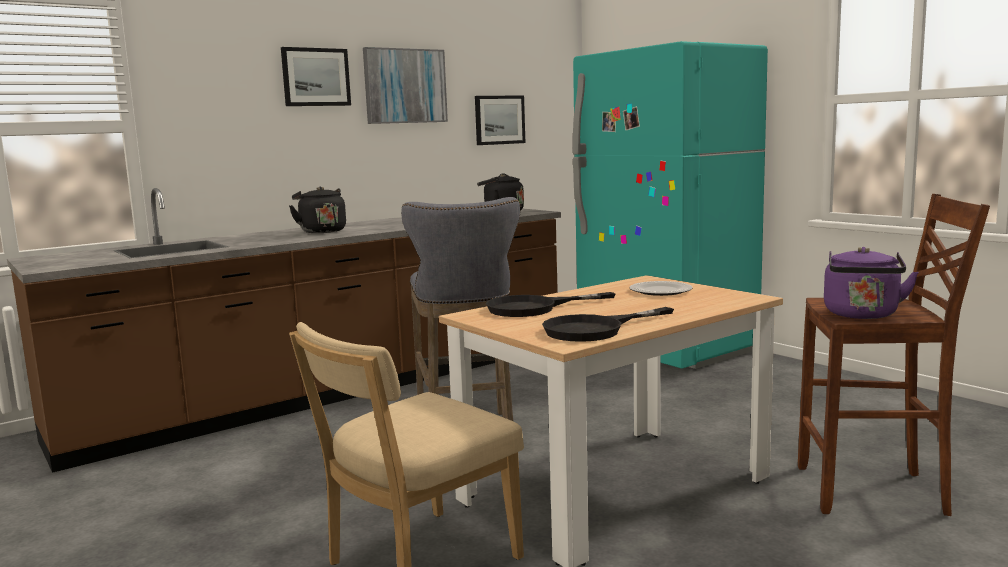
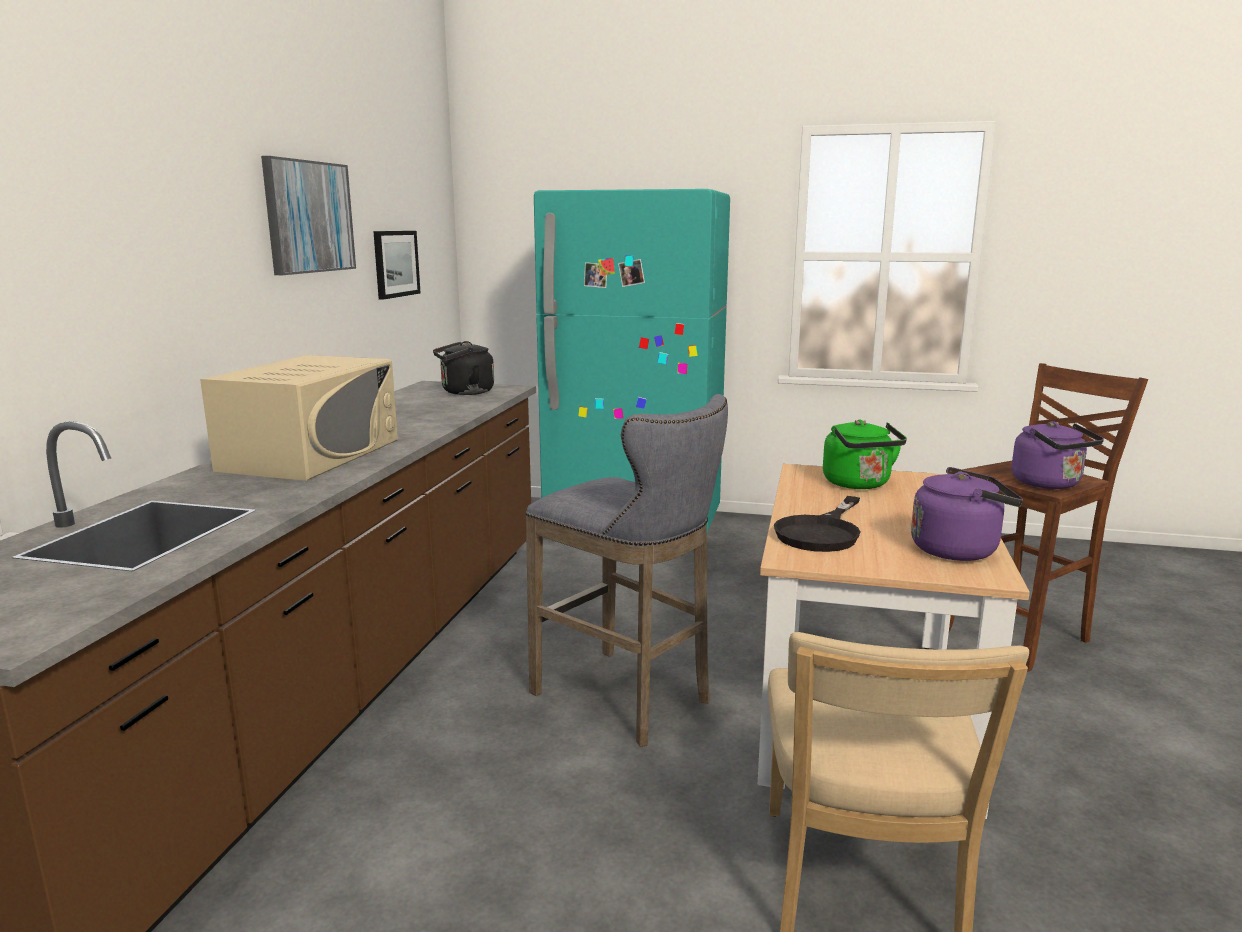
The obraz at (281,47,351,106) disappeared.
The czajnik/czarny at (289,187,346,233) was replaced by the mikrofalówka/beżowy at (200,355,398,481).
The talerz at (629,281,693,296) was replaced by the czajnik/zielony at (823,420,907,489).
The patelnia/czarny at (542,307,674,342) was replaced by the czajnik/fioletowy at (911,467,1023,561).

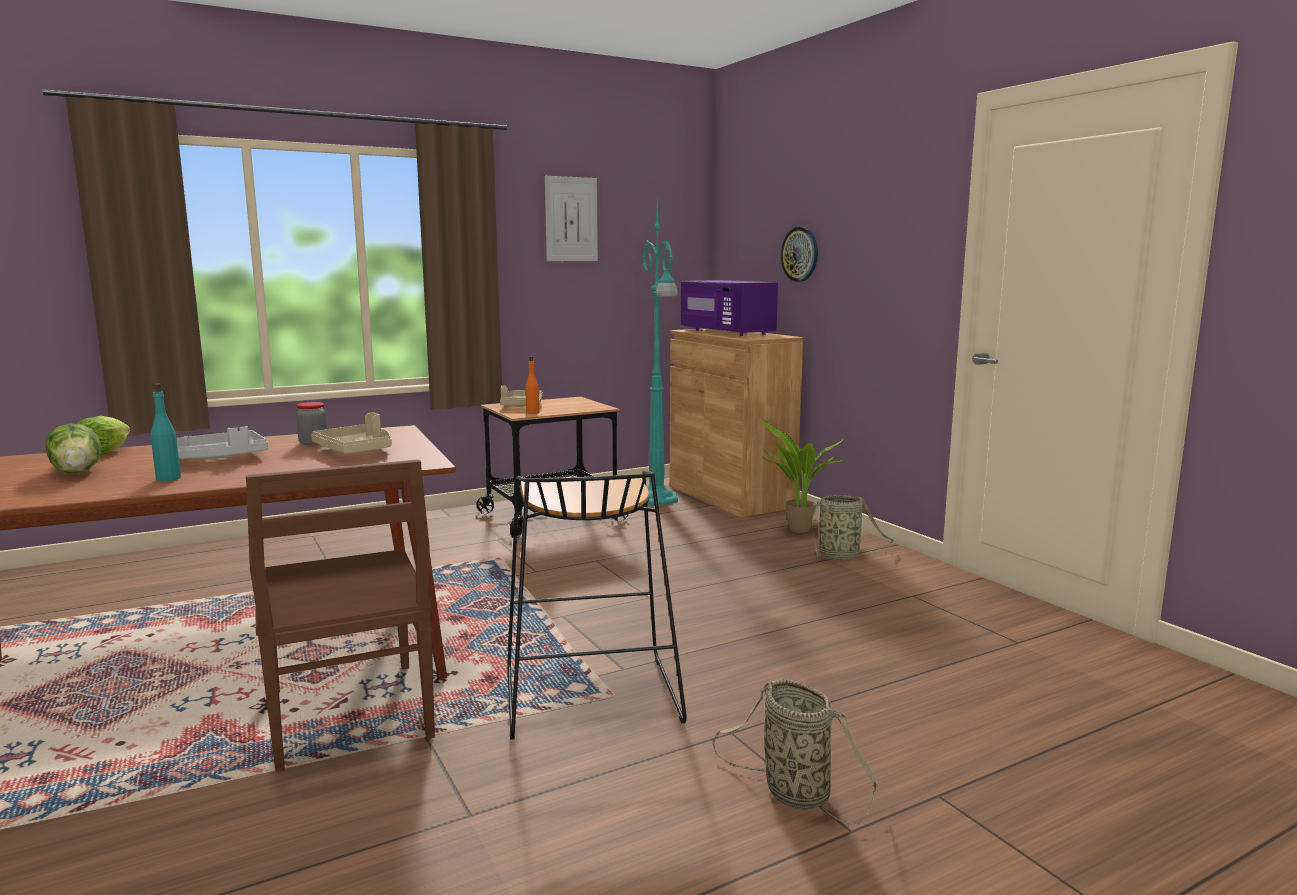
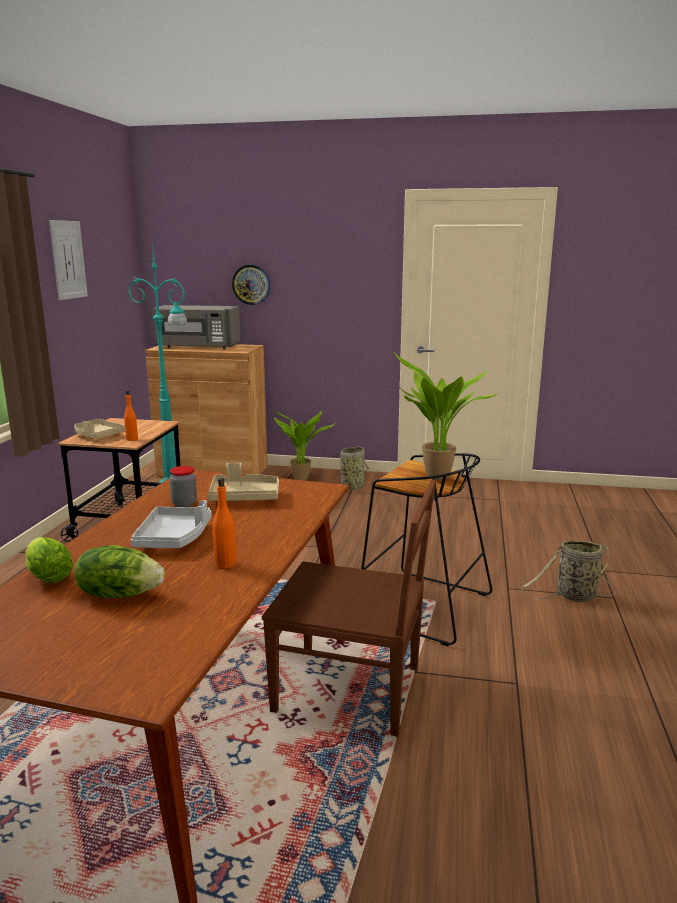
The mikrofalówka/fioletowy at (681,280,778,336) became the mikrofalówka/szary at (152,305,241,349).
The butelka/turkusowy at (151,383,181,481) became the butelka/pomarańczowy at (212,478,236,568).
The roślina doniczkowa at (394,352,501,480) appeared.

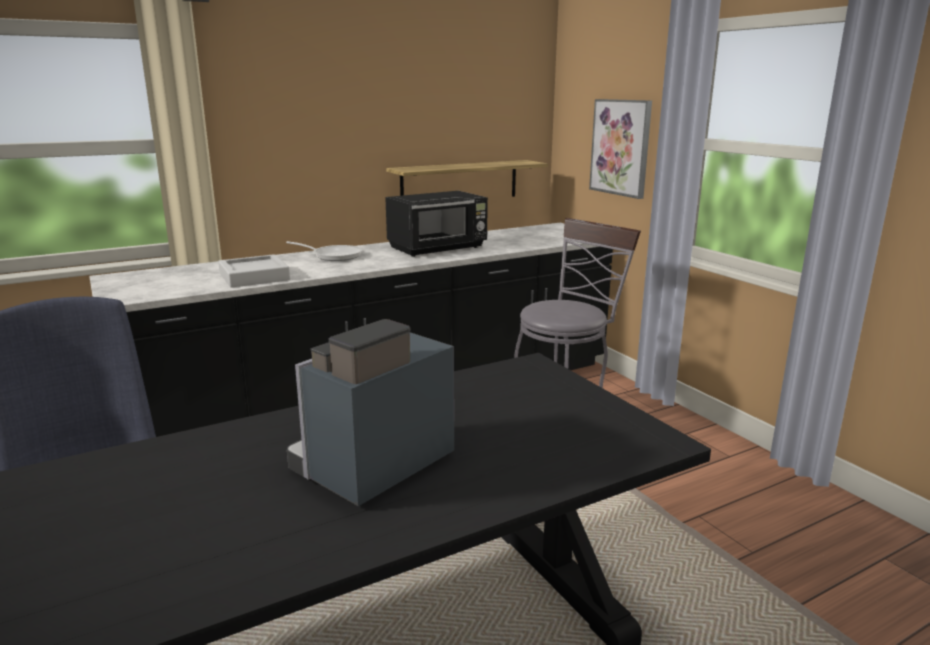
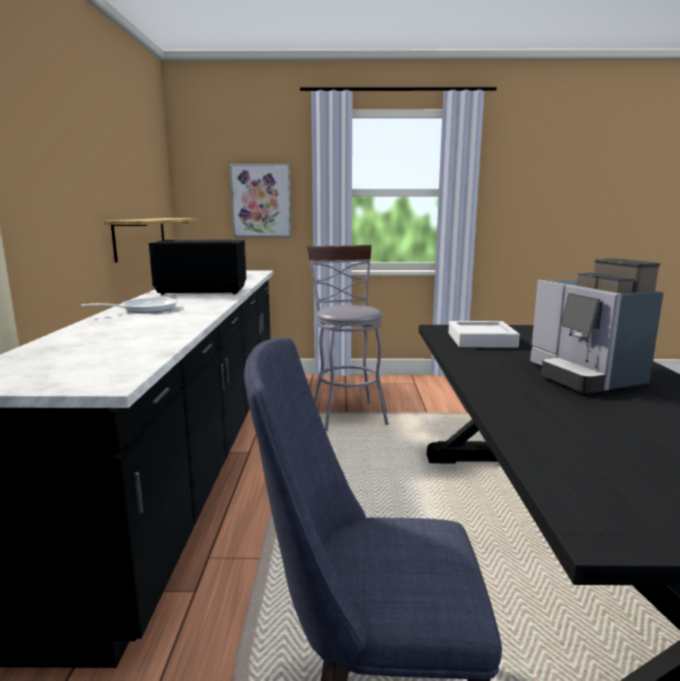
The mikrofalówka/czarny at (385,191,488,257) turned 90 degrees counterclockwise.
The taca/szary moved from (218,254,290,288) to (449,321,520,348).

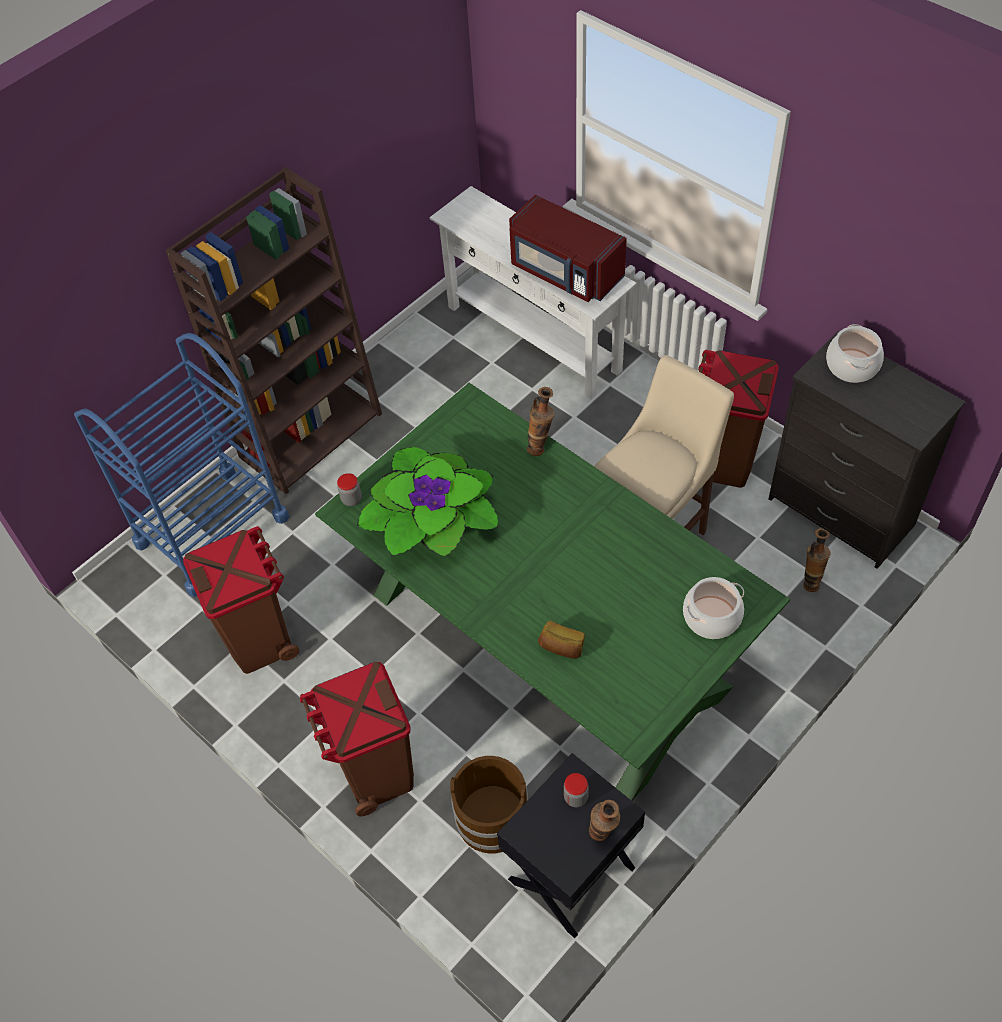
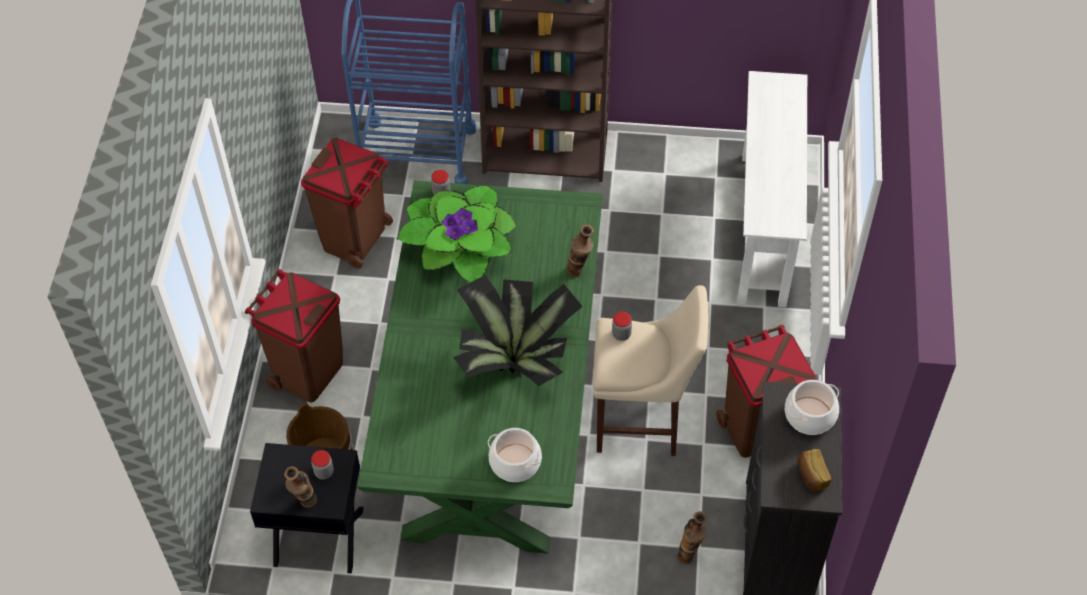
The mikrofalówka/czerwony at (509,195,627,302) disappeared.
The chleb moved from (538,621,585,659) to (798,449,832,492).
The roślina doniczkowa at (453,275,583,386) appeared.
The słoik at (612,312,632,341) appeared.

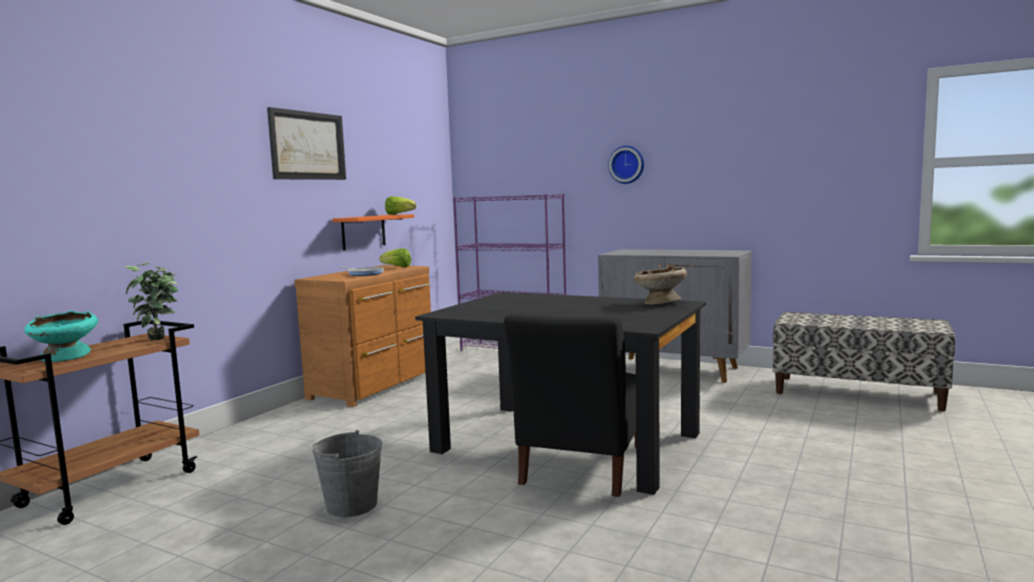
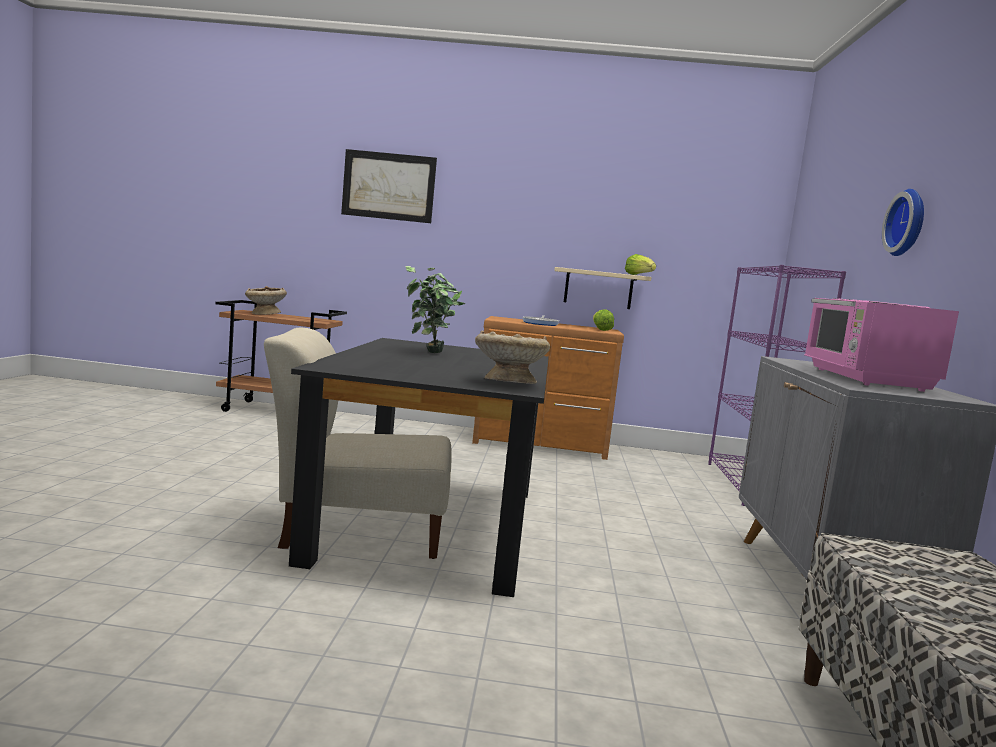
The obraz moved from (267,107,346,180) to (341,149,437,223).
The półka/pomarańczowy at (332,214,414,250) became the półka/beżowy at (554,267,652,309).
The roślina doniczkowa moved from (124,262,178,340) to (405,266,465,353).
The miska/turkusowy at (24,310,98,362) became the miska/beżowy at (245,286,287,315).
The krzesło/czarny at (504,314,636,497) became the krzesło/beżowy at (264,328,452,559).
The wiadro/szary at (313,430,382,517) disappeared.
The mikrofalówka/różowy at (804,298,959,392) appeared.

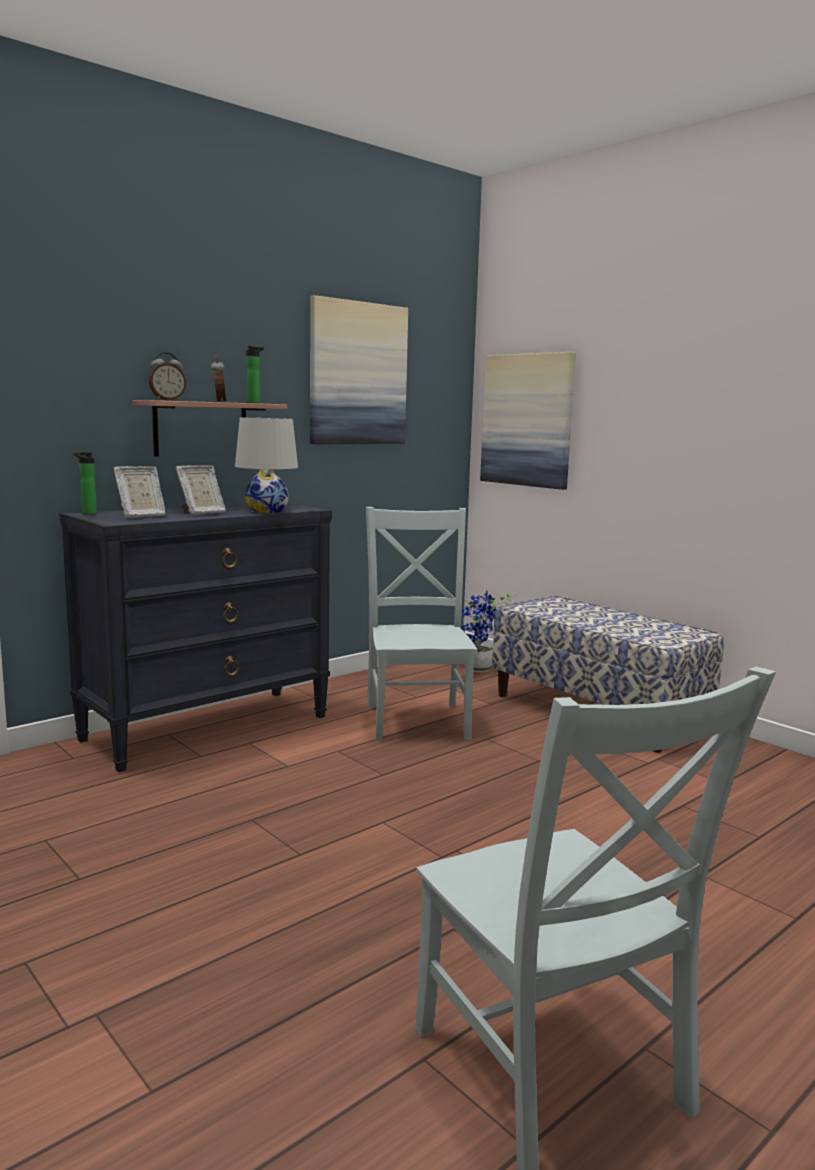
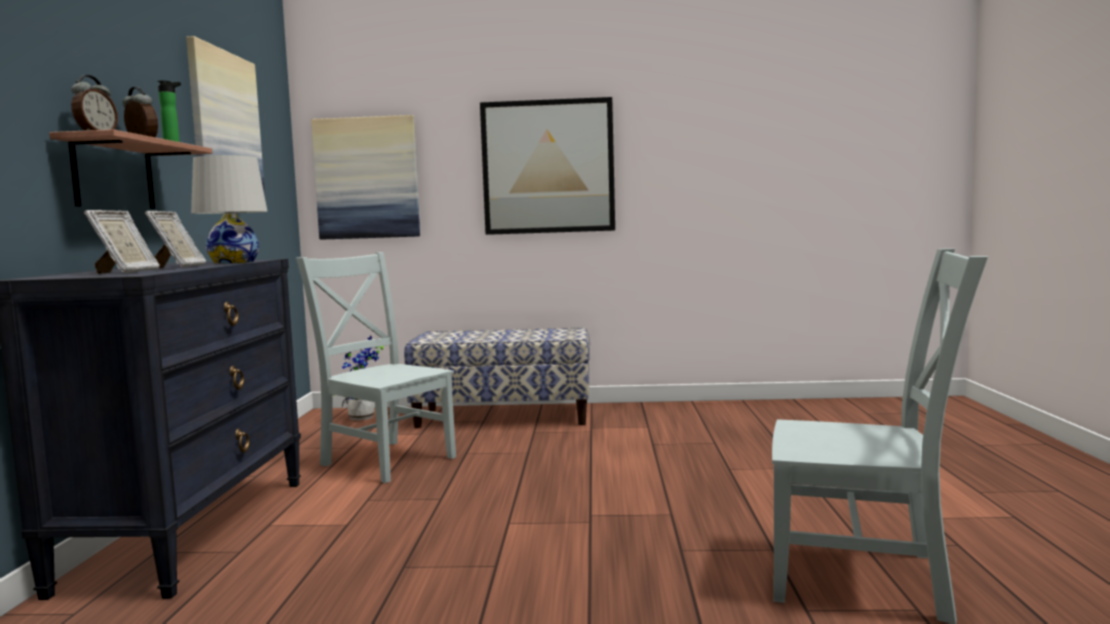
The butelka at (73,452,97,515) disappeared.
The obraz at (480,97,615,235) appeared.

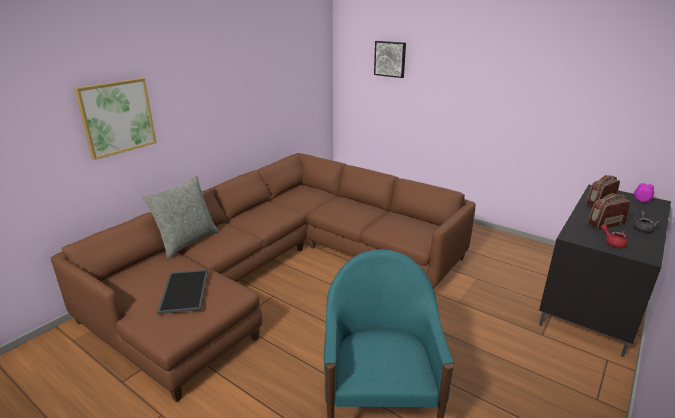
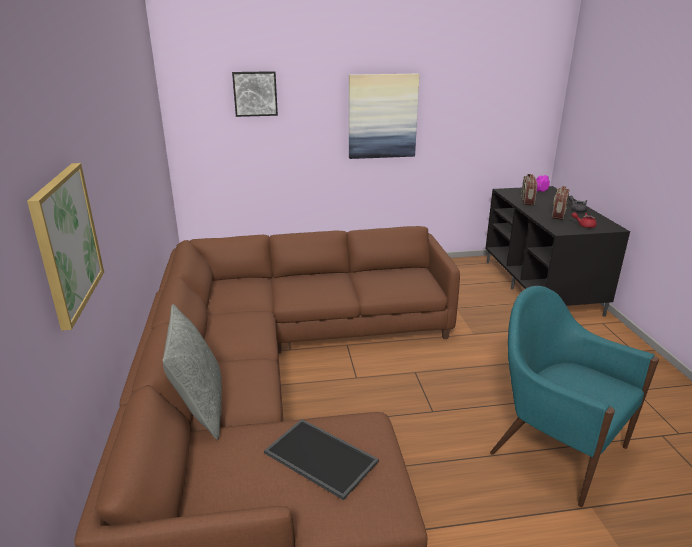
The obraz at (349,74,420,159) appeared.

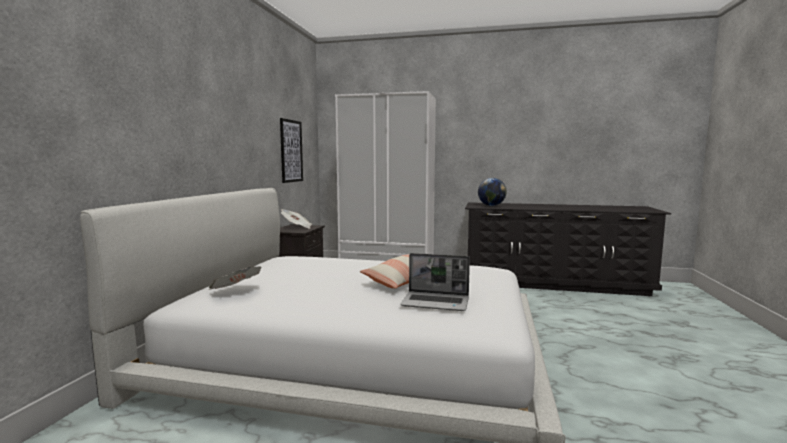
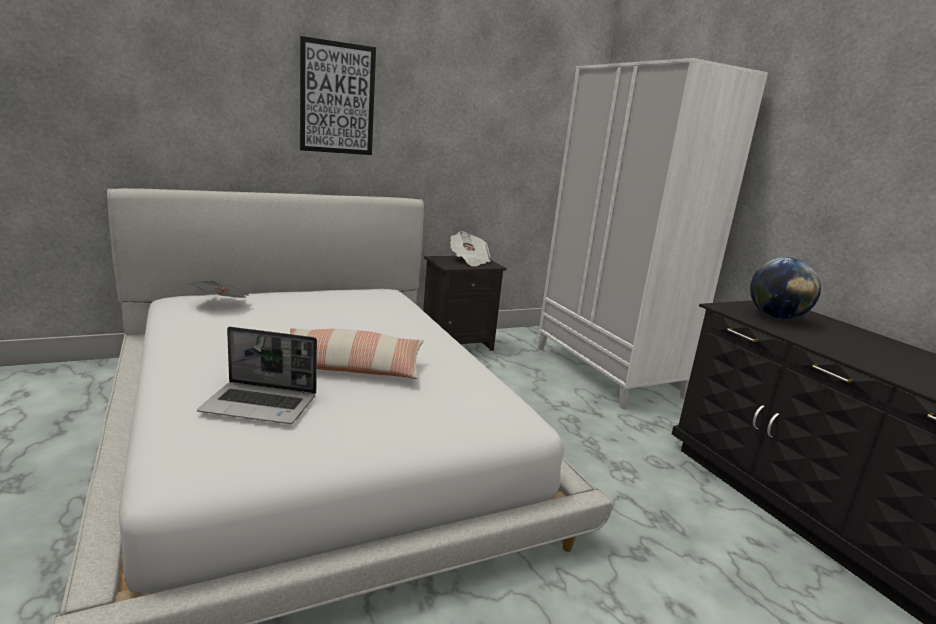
The obraz moved from (280,118,303,183) to (300,36,376,155).
The laptop at (400,253,470,311) turned 60 degrees counterclockwise.

